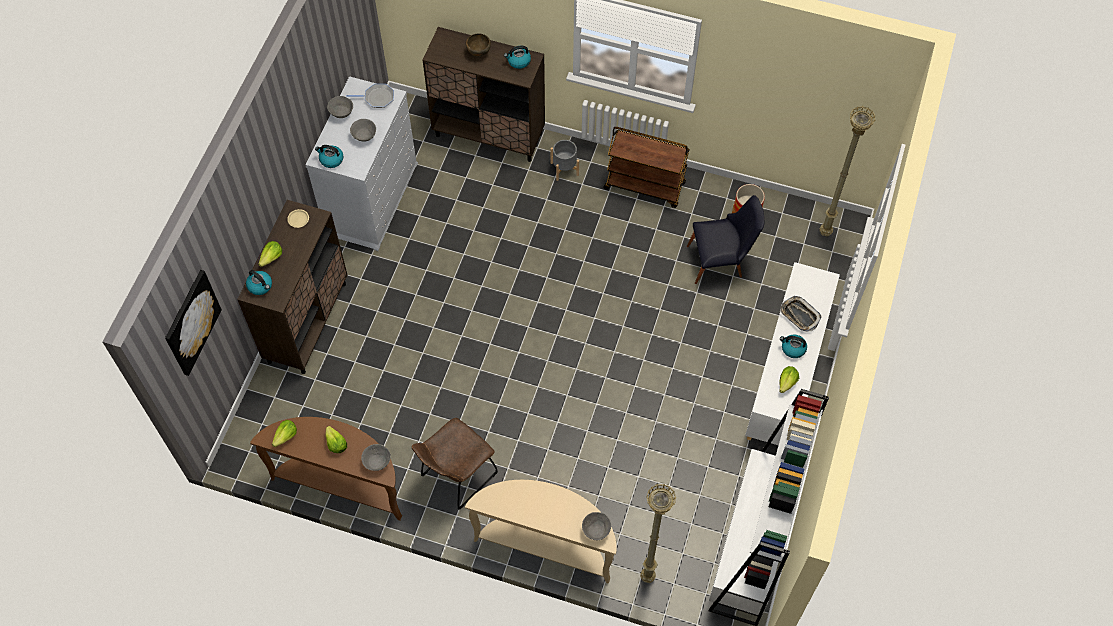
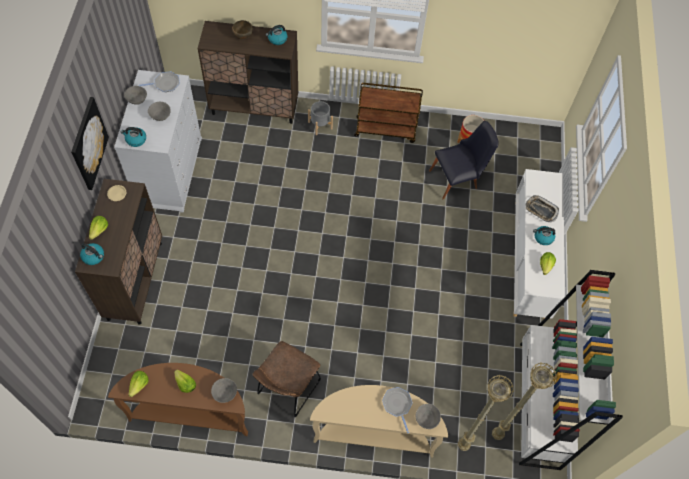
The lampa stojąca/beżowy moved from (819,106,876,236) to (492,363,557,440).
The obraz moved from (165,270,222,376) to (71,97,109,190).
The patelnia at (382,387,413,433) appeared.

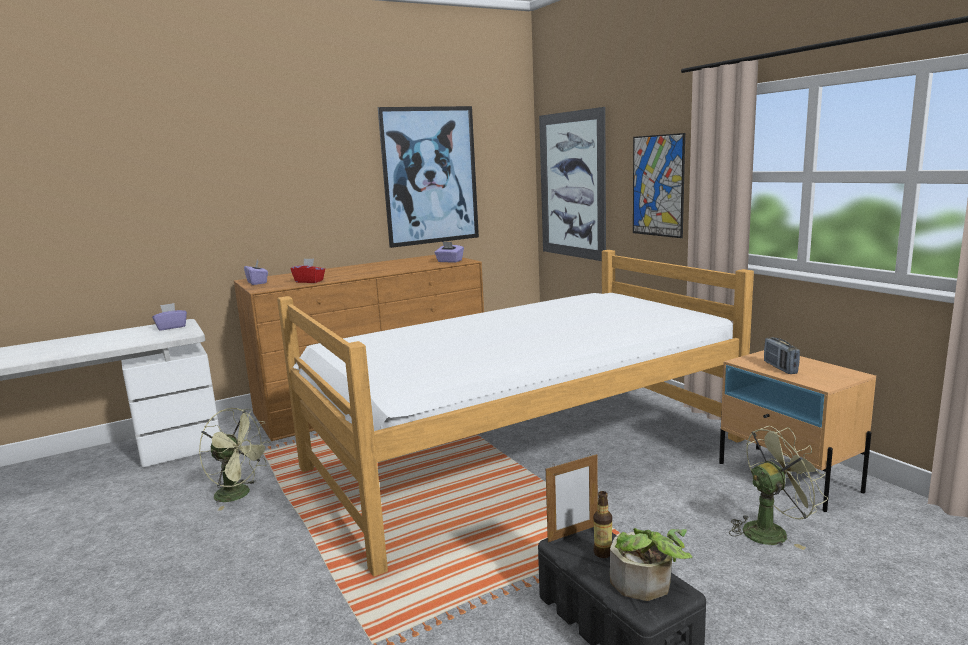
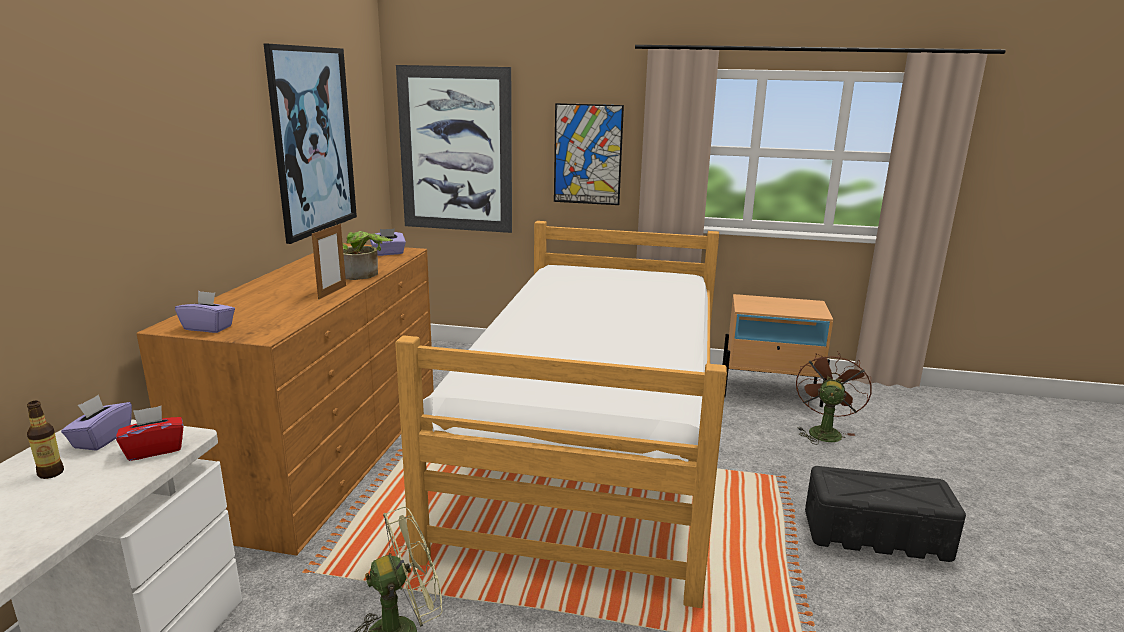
The pudełko chusteczek/czerwony moved from (291,259,325,283) to (116,406,184,461).
The radio at (764,337,800,374) disappeared.
The wentylator/zielony at (729,426,828,550) became the wentylator/brązowy at (796,352,872,445).
The ramka na zdjęcie moved from (546,454,598,542) to (312,223,346,300).
The butelka moved from (593,491,612,558) to (27,401,64,479).
The roślina doniczkowa moved from (610,528,693,601) to (343,231,393,280).

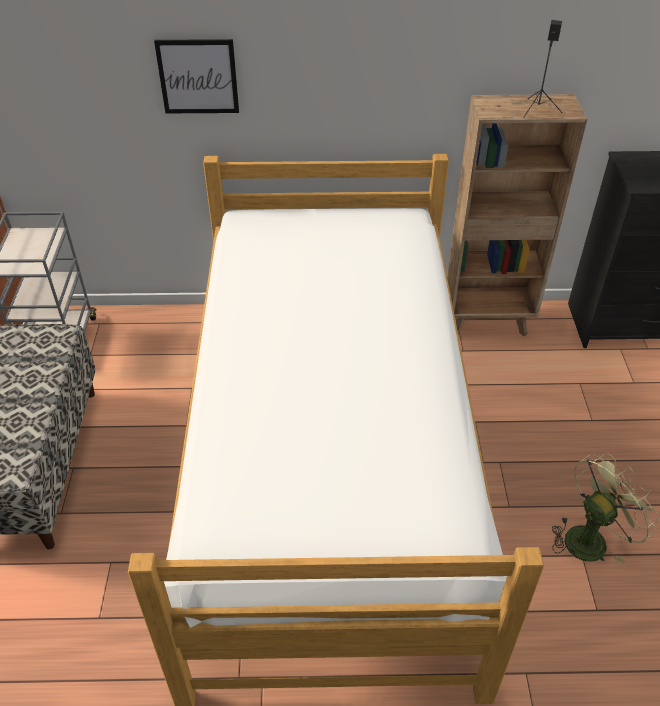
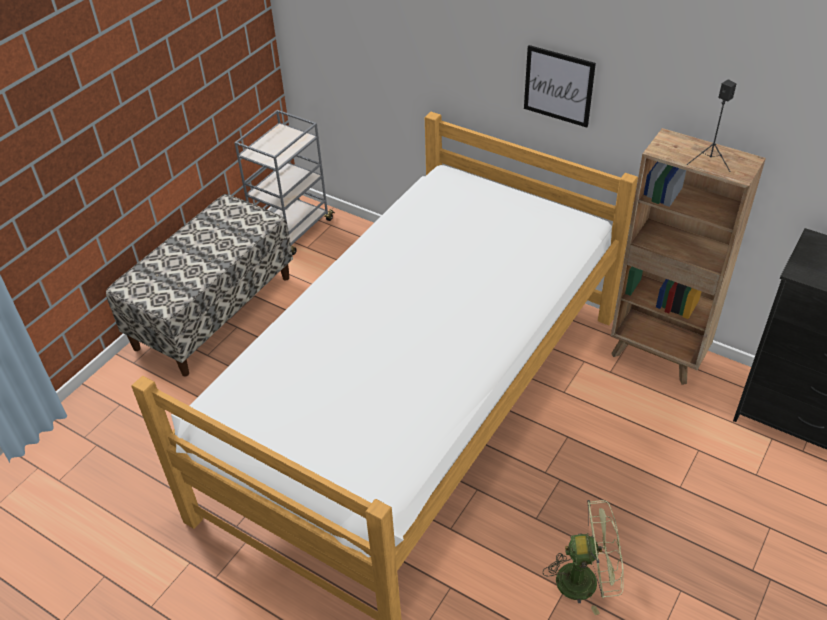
The obraz moved from (154,39,239,113) to (524,45,596,127).

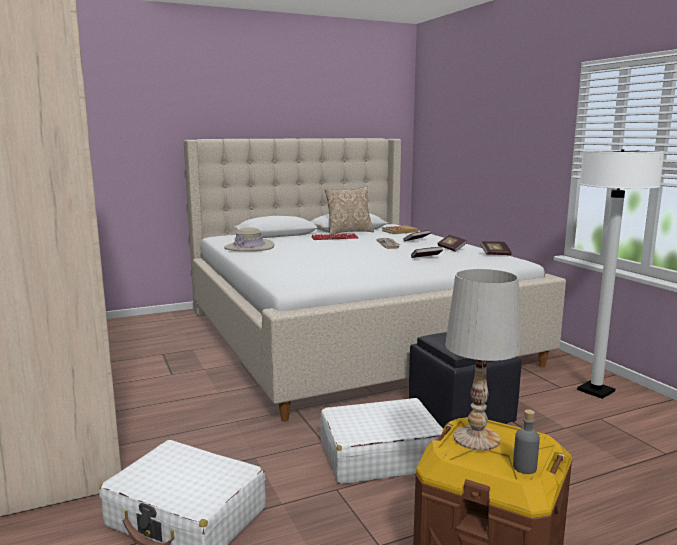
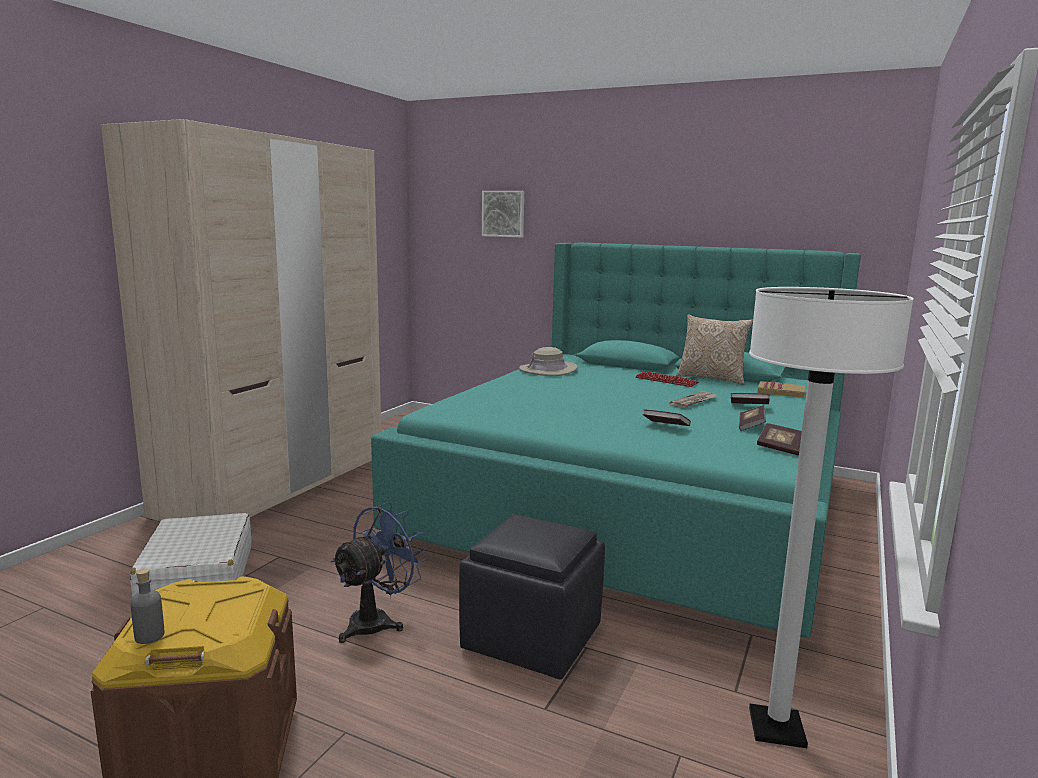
The łóżko/beżowy at (184,138,566,422) became the łóżko/turkusowy at (371,243,861,638).
The lampa stołowa/biały at (445,269,521,451) disappeared.
The walizka/biały at (321,398,443,484) was replaced by the wentylator/niebieski at (330,502,428,643).
The obraz at (482,191,524,237) appeared.

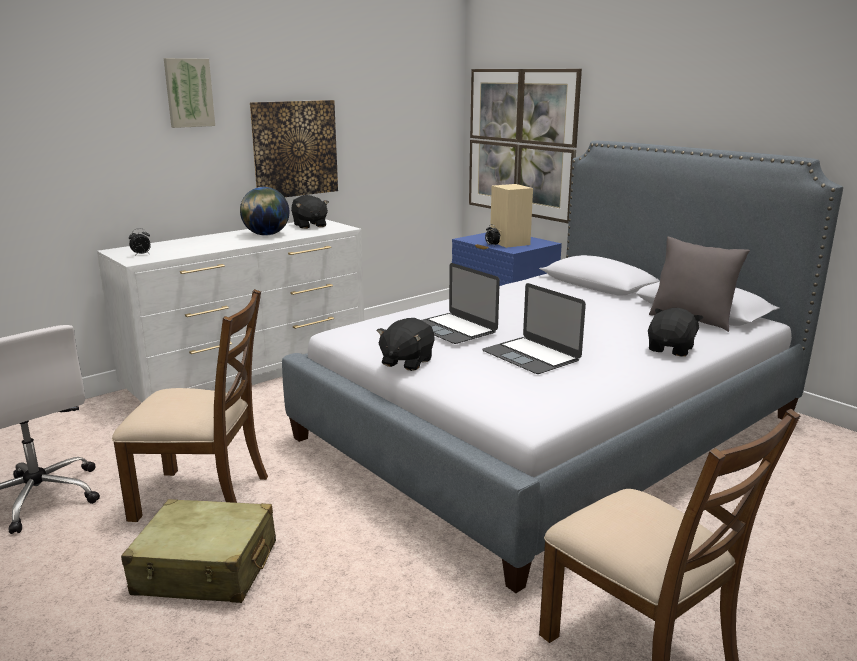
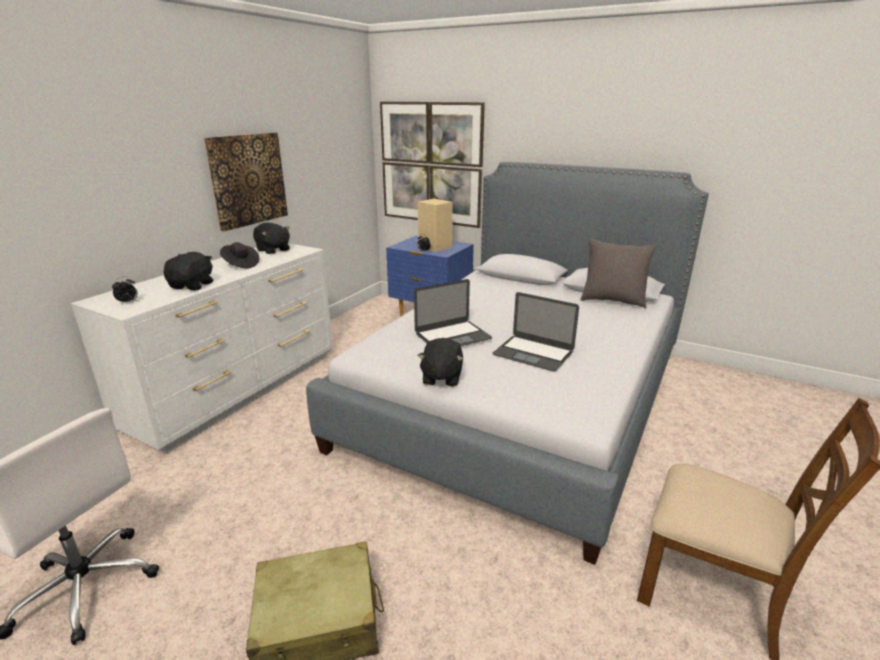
The obraz at (164,58,215,128) disappeared.
The globus at (240,187,289,236) was replaced by the kapelusz/czarny at (220,242,259,268).
The laptop at (422,263,500,344) turned 60 degrees counterclockwise.
The krzesło/brązowy at (112,289,268,522) disappeared.
The pluszak/czarny moved from (648,308,703,357) to (163,252,213,291).

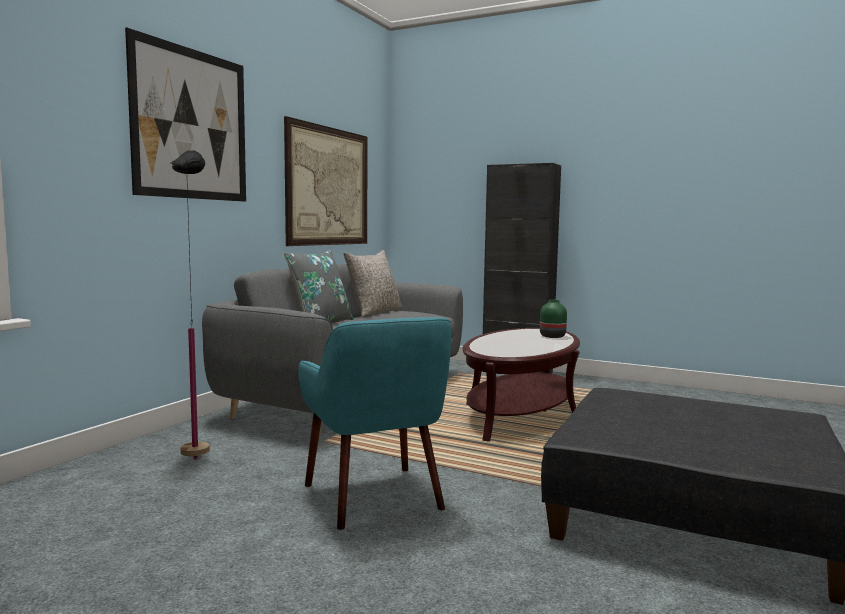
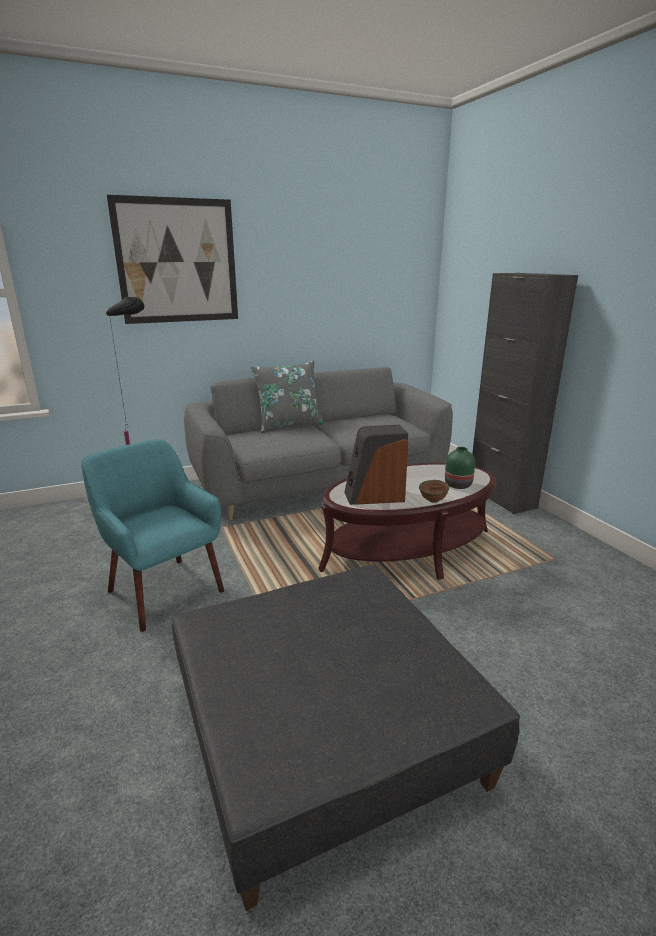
The obraz at (284,116,368,246) disappeared.
The poduszka/szary at (343,250,403,317) disappeared.
The fotel/turkusowy at (298,317,451,530) turned 120 degrees clockwise.
The głośnik at (344,425,408,505) appeared.
The miska/brązowy at (419,480,449,503) appeared.

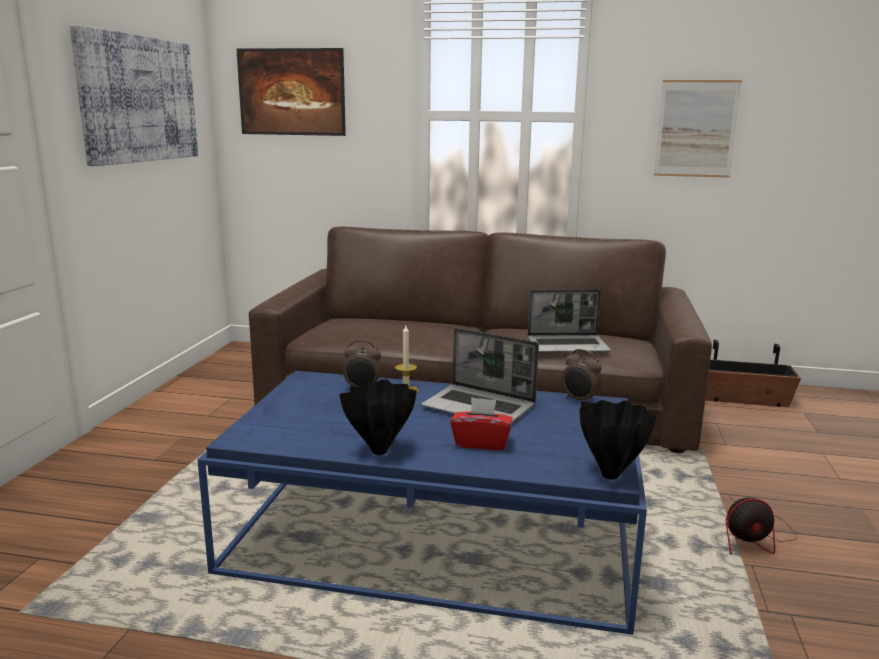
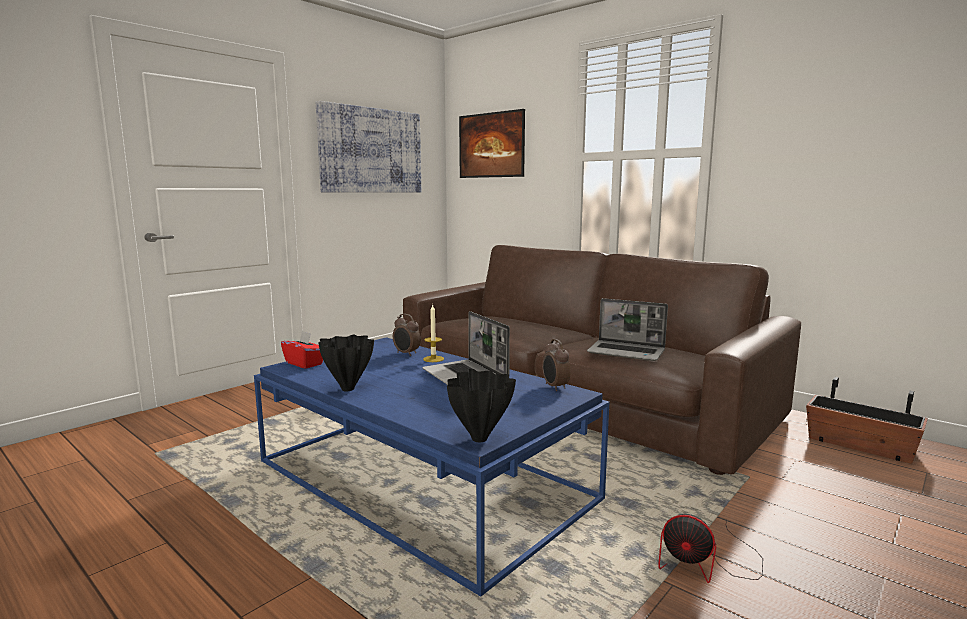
The obraz at (654,80,742,178) disappeared.
The pudełko chusteczek/czerwony moved from (450,397,513,451) to (281,331,323,369).

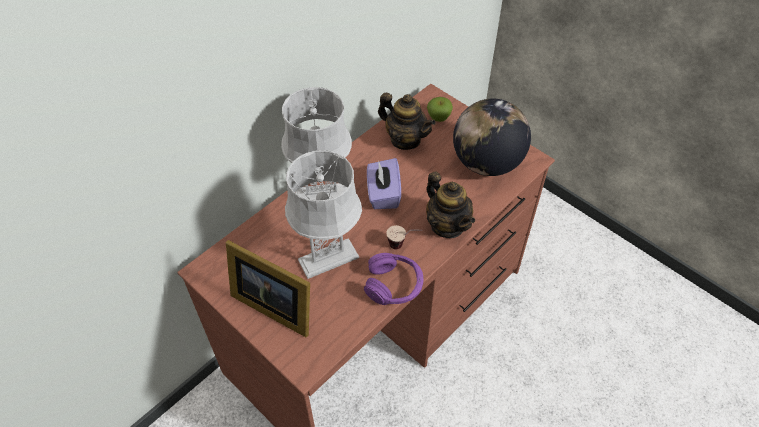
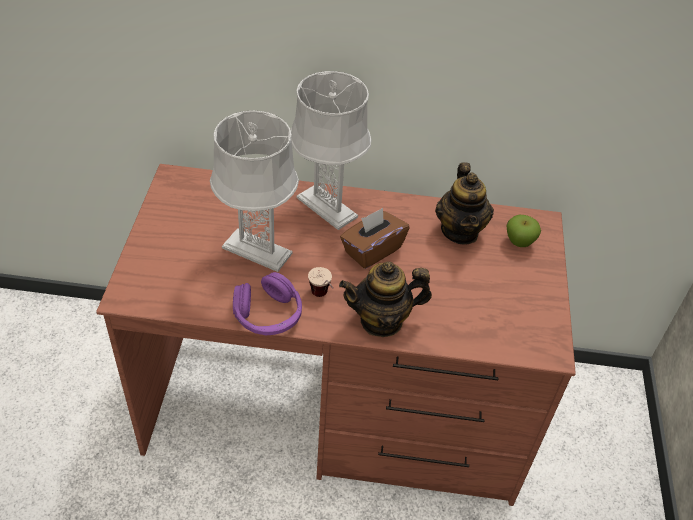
The globus at (453,98,531,176) disappeared.
The pudełko chusteczek/fioletowy at (367,158,401,209) became the pudełko chusteczek/brązowy at (340,208,410,269).
The imbryk at (426,171,475,238) turned 60 degrees clockwise.
The ramka na zdjęcie at (226,240,310,337) disappeared.

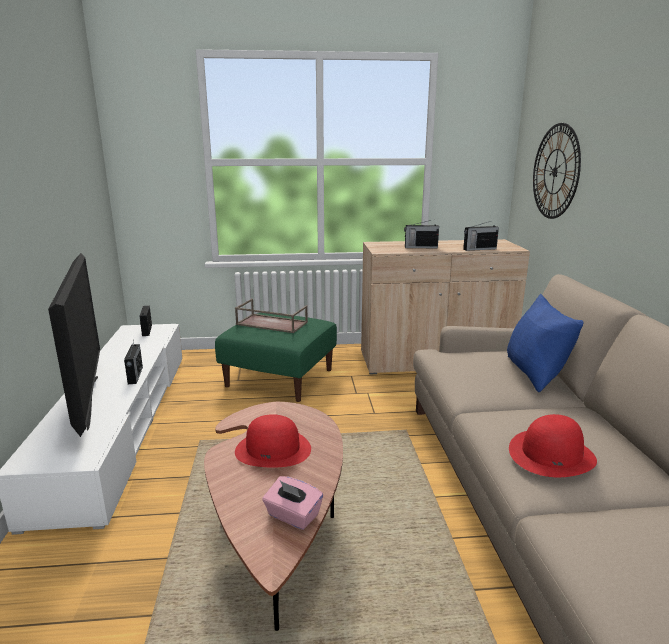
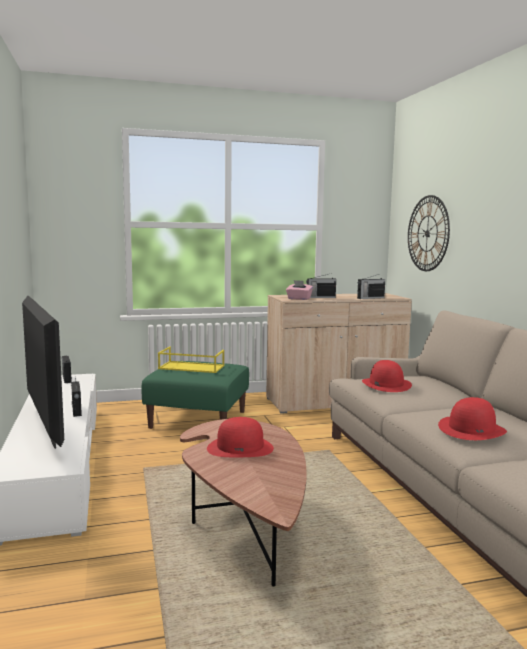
The poduszka/niebieski at (507,294,584,392) disappeared.
The taca/brązowy at (235,299,308,333) became the taca/żółty at (158,346,224,373).
The pudełko chusteczek/różowy moved from (262,476,323,530) to (286,280,313,300).
The kapelusz/czerwony at (362,360,412,392) appeared.

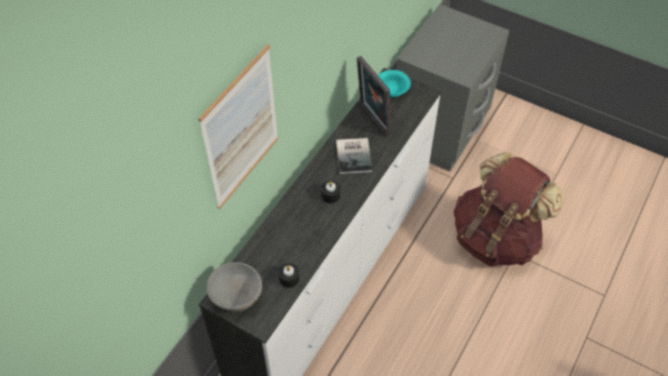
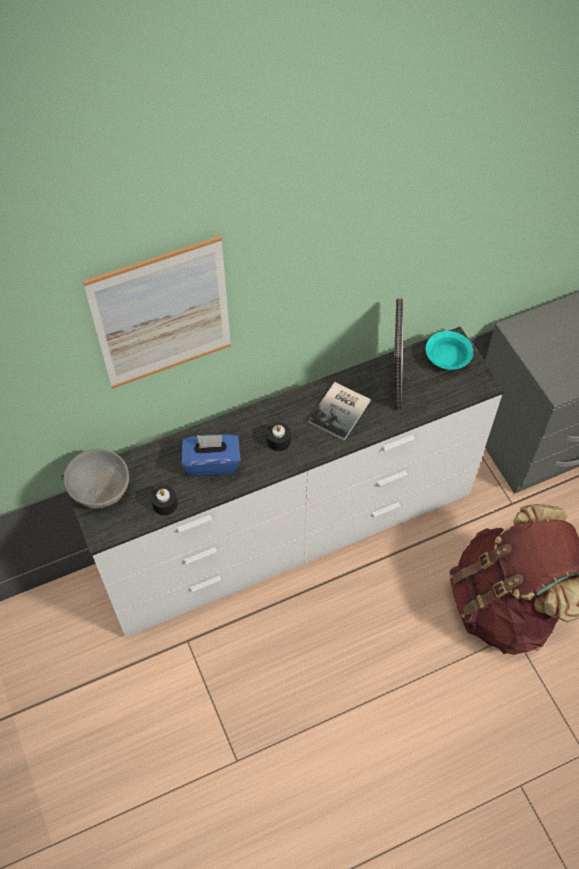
The pudełko chusteczek/niebieski at (182,434,240,476) appeared.

